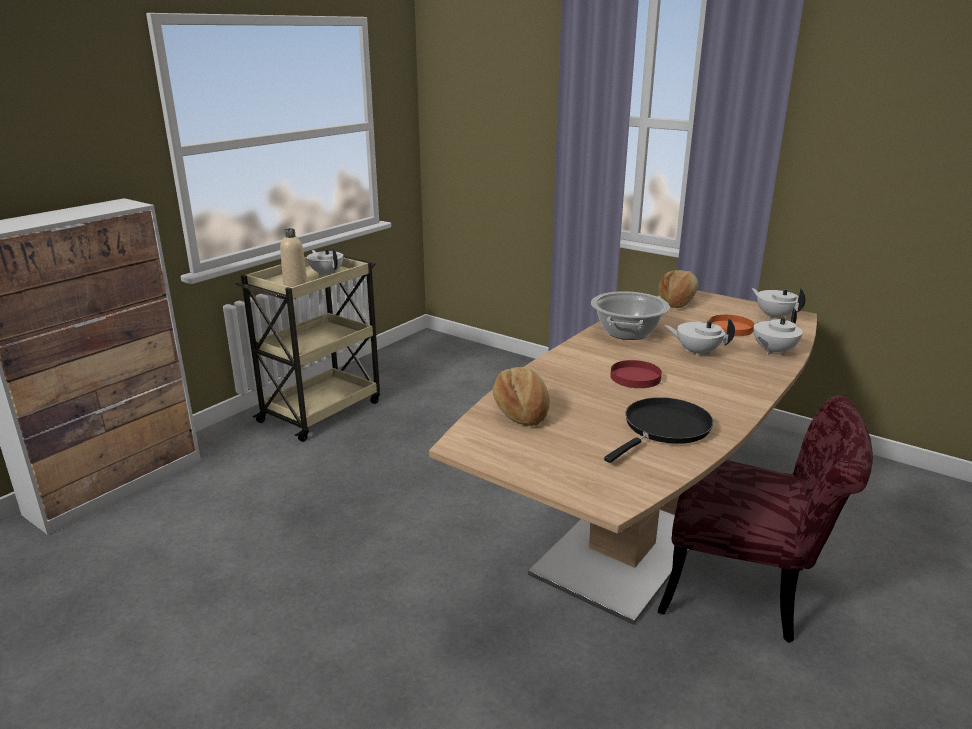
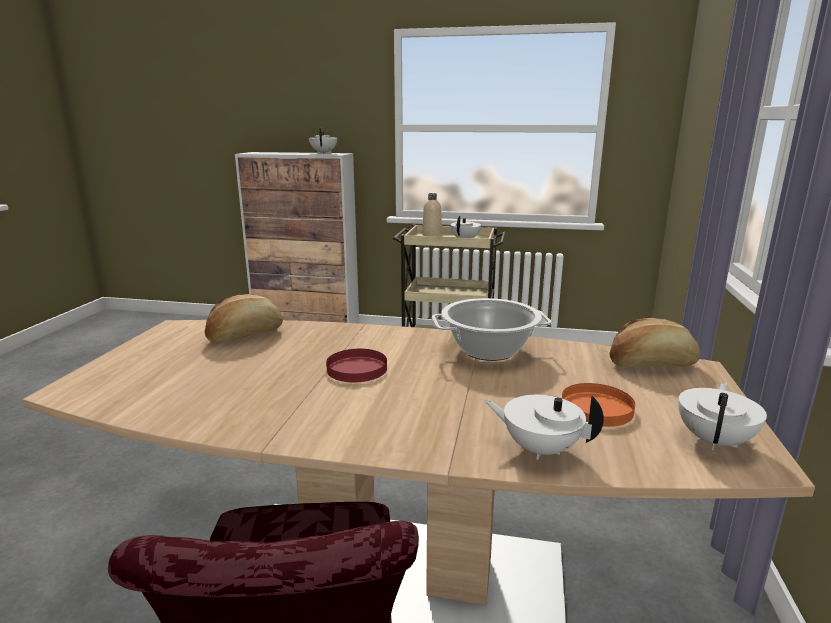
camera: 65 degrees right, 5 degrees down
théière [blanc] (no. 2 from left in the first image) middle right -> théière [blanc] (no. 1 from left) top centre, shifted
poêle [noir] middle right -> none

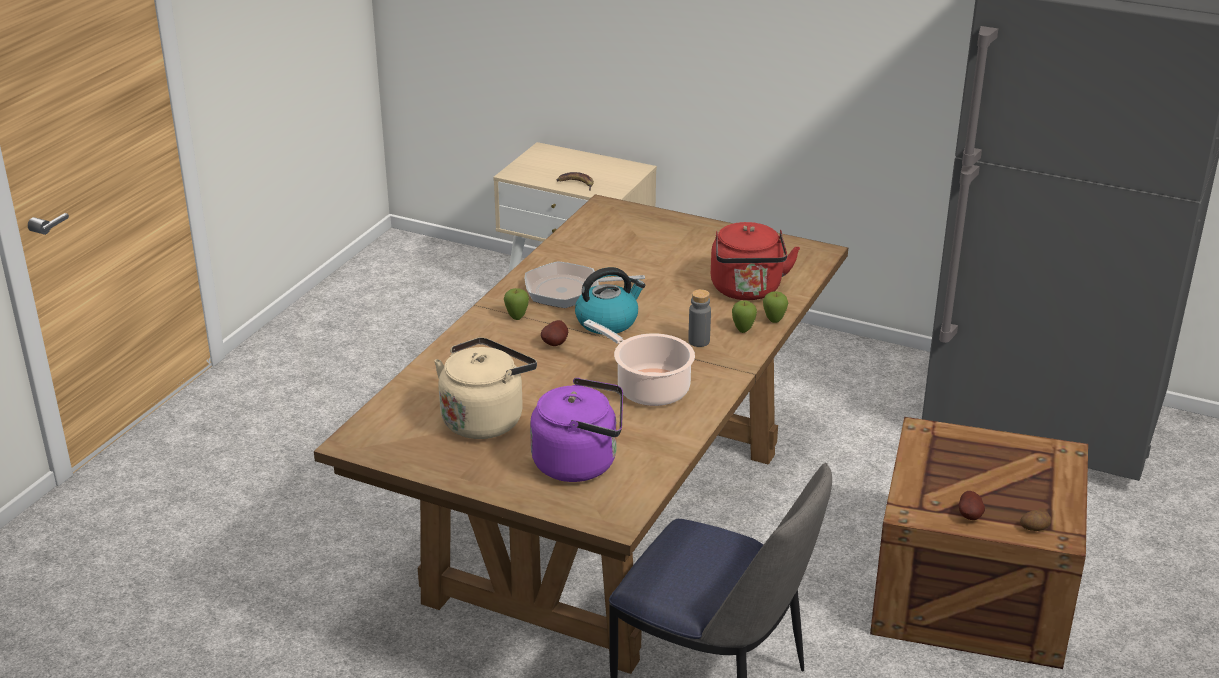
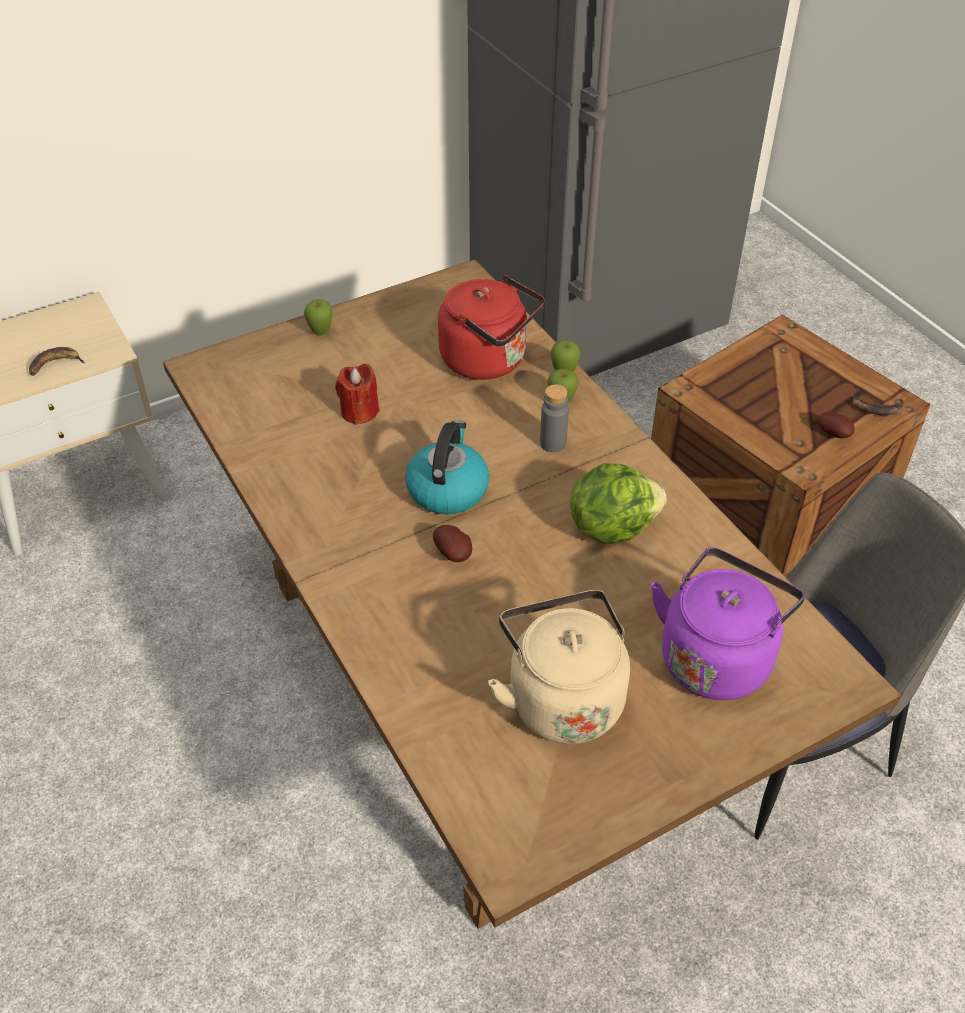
camera: 55 degrees left, 15 degrees up
poêle centre -> none
pomme (no. 1 from left) centre -> pomme (no. 1 from left) top left, shifted
marmite centre -> laitue centre
pomme de terre (no. 3 from left) bottom right -> banane (no. 2 from left) middle right
none -> bougie [rouge] centre

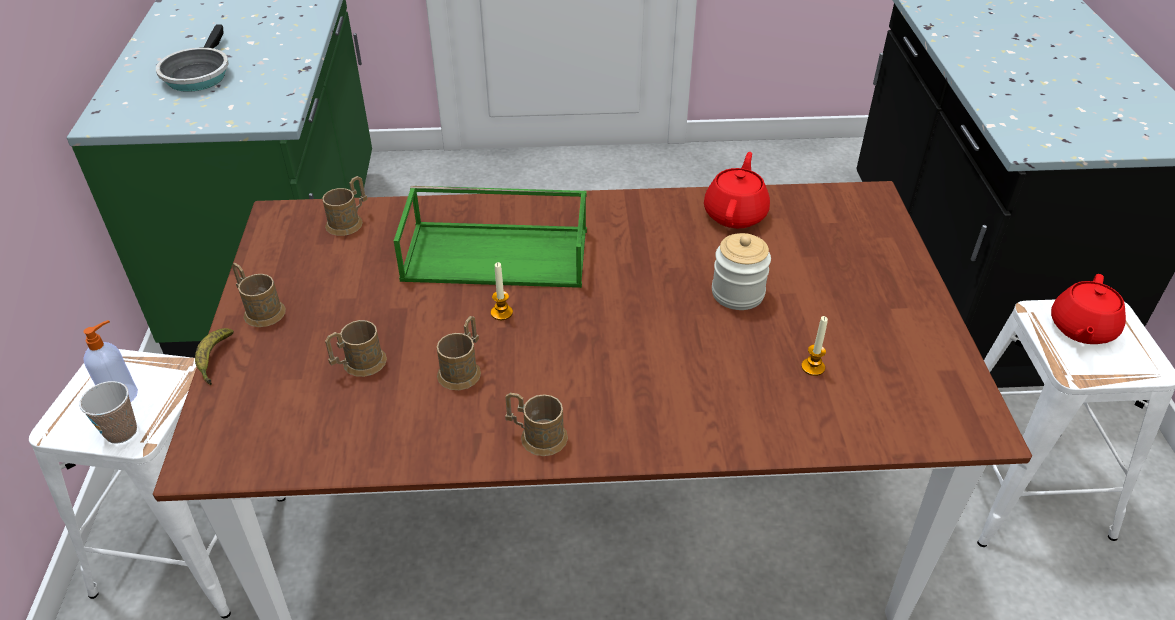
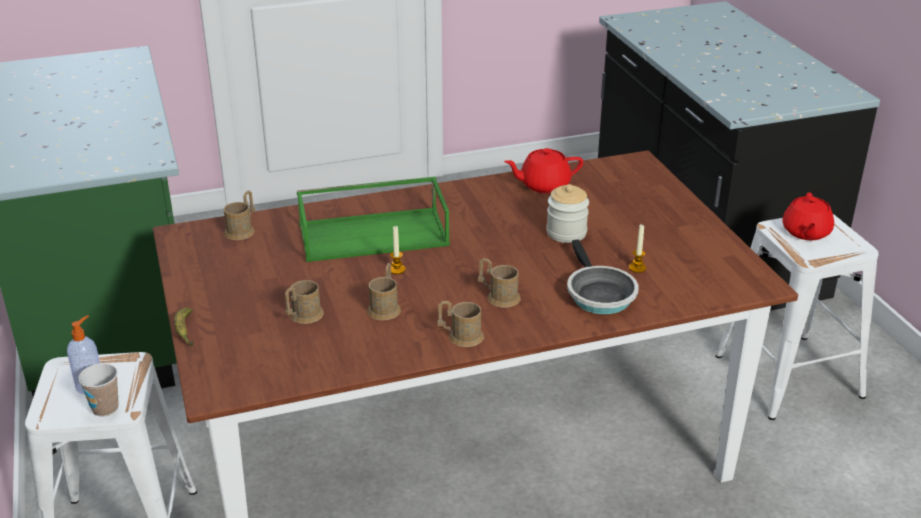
camera: 15 degrees left, 10 degrees down
poêle top left -> poêle centre, shifted
théière [rouge] (no. 1 from left) top centre, 105 degrees counterclockwise
mug [marron] (no. 1 from left in the first image) middle left -> mug [marron] (no. 5 from left) centre, shifted

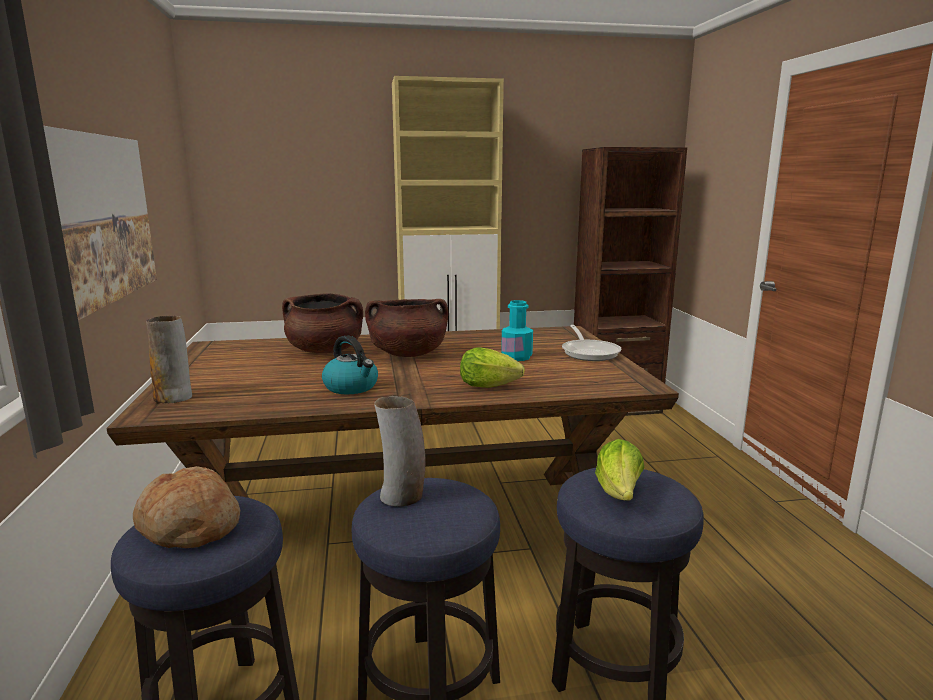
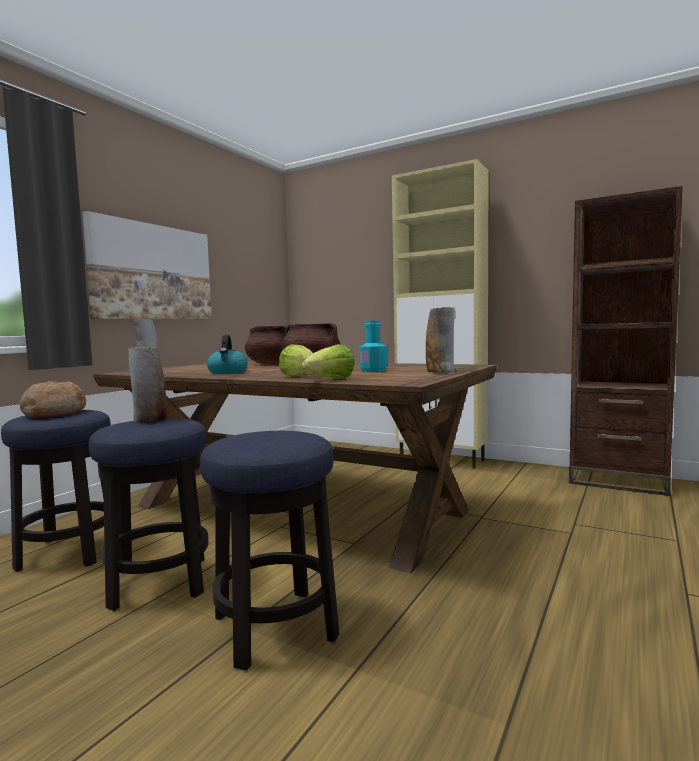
camera: 40 degrees right, 10 degrees down
poêle centre -> vase (no. 3 from left) centre
laitue (no. 2 from left) bottom centre -> laitue (no. 2 from left) centre, shifted

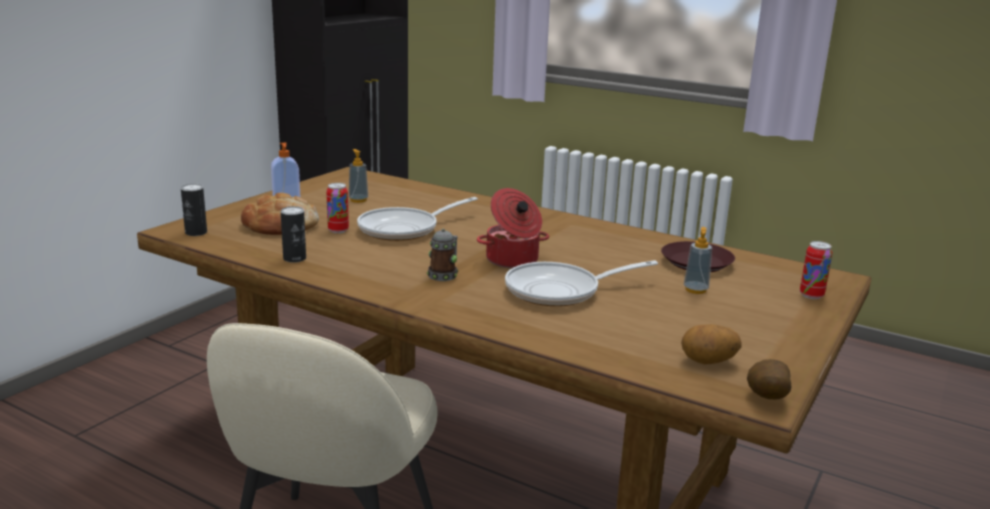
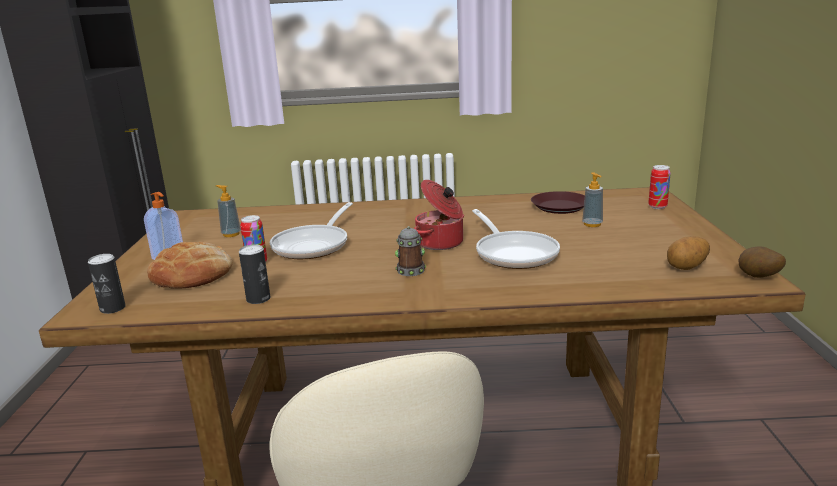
camera: 30 degrees left, 0 degrees up
poêle (no. 2 from left) centre, 60 degrees counterclockwise

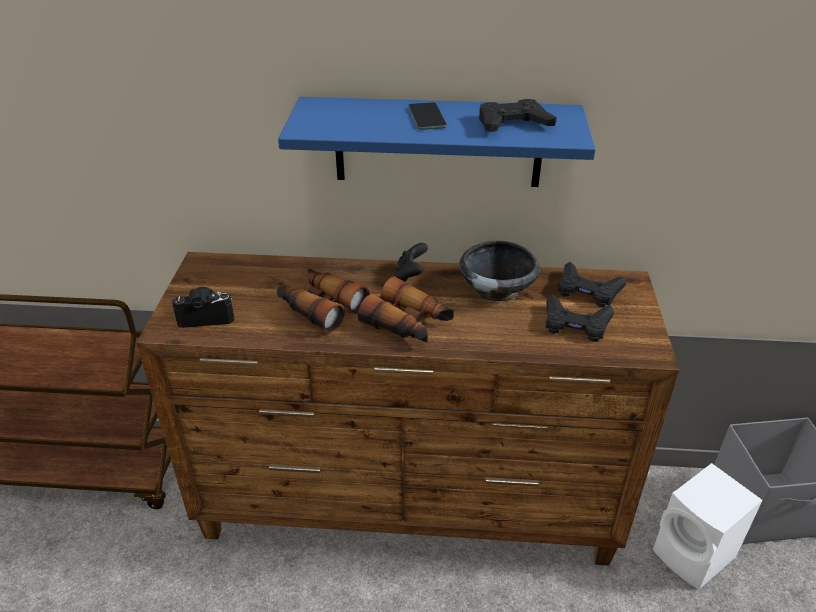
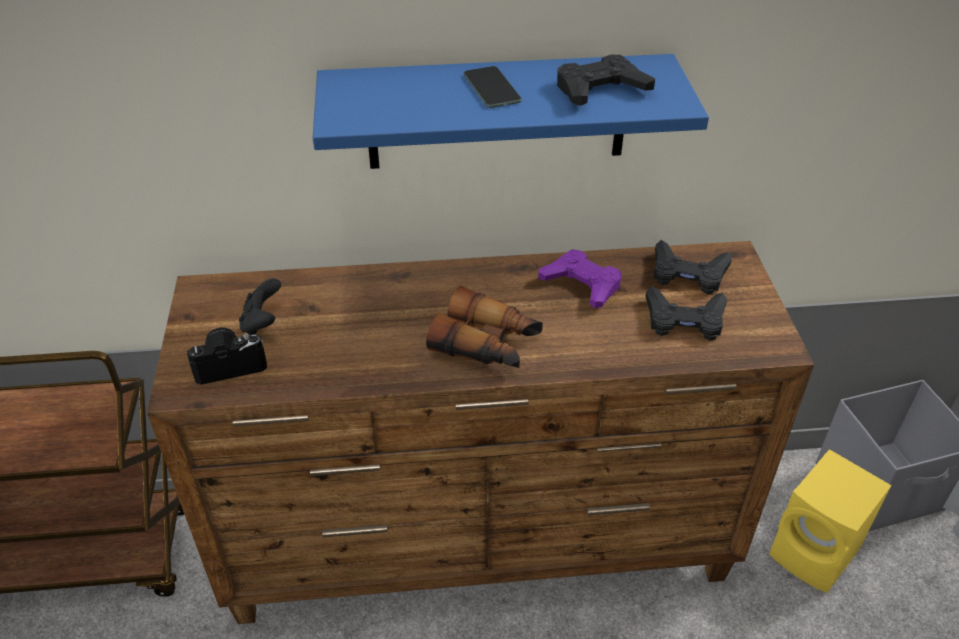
camera: 10 degrees left, 5 degrees up
bol [noir] centre -> manette [violet] centre
manette [noir] (no. 1 from left) centre -> manette [noir] (no. 1 from left) middle left, shifted
jumelles (no. 1 from left) centre -> none
enceinte [blanc] bottom right -> enceinte [jaune] bottom right

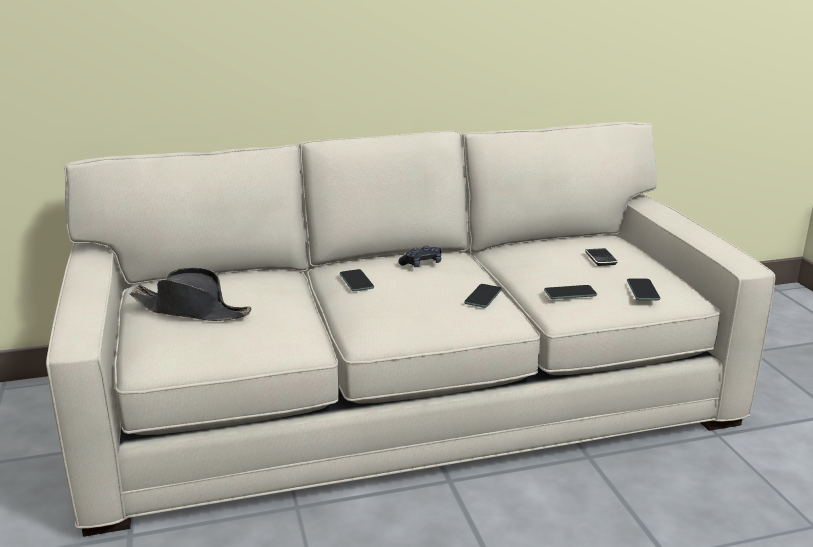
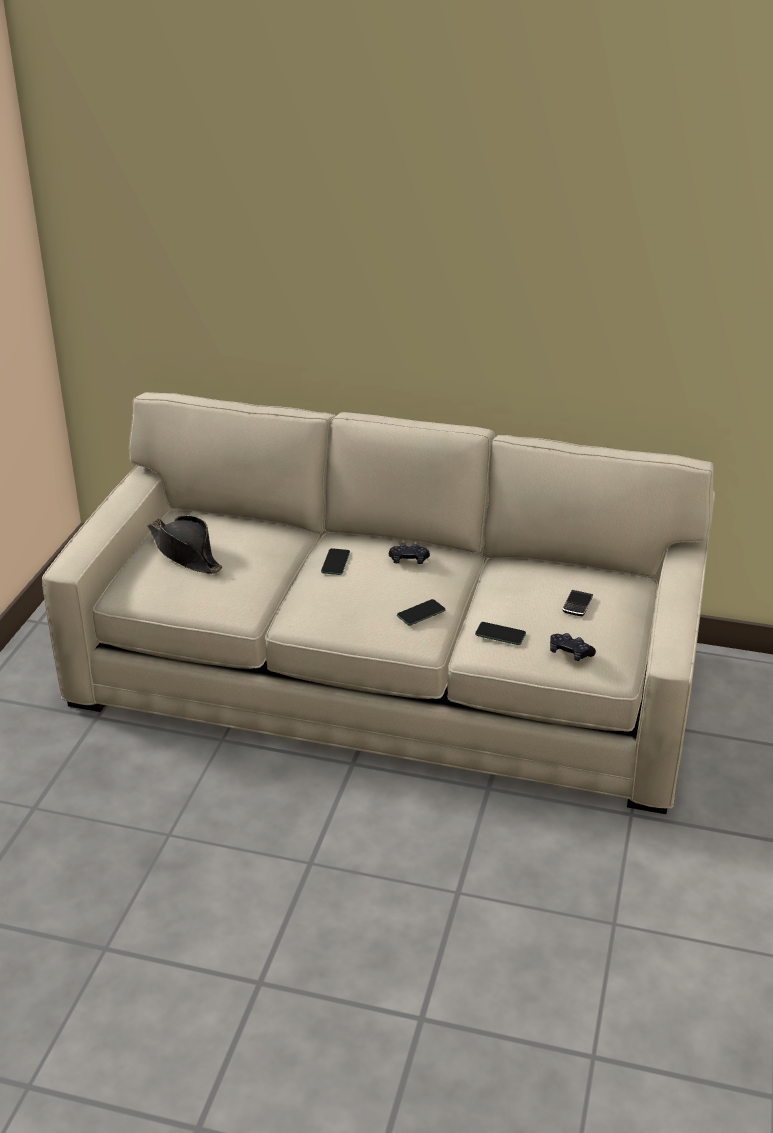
camera: 30 degrees right, 10 degrees up
téléphone (no. 5 from left) middle right -> manette [noir] (no. 2 from left) middle right

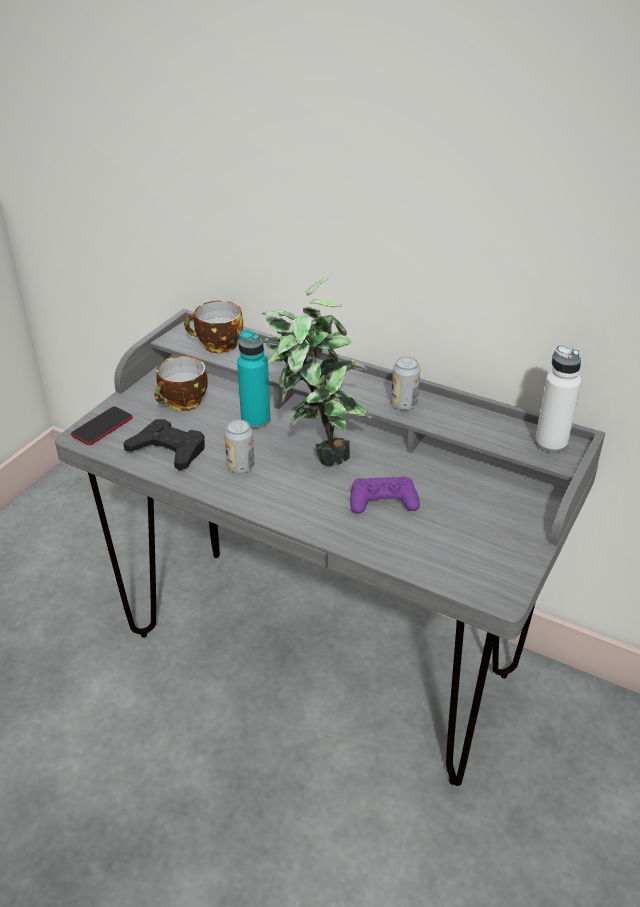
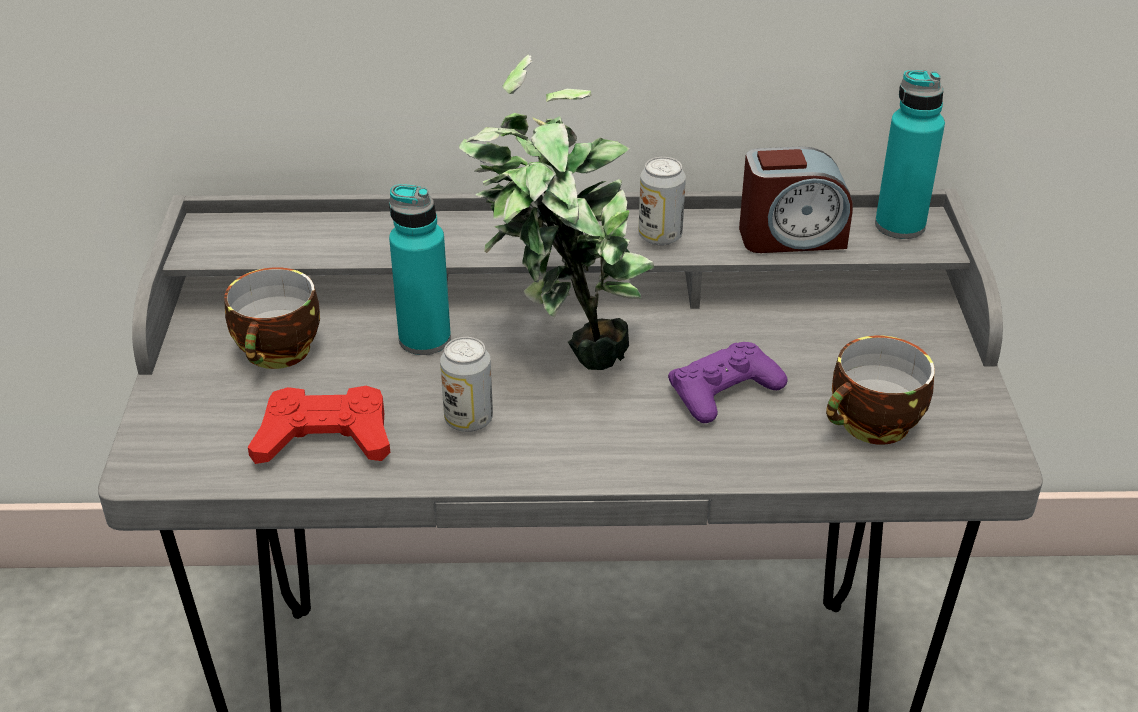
camera: 30 degrees left, 0 degrees up
tasse (no. 2 from left) middle left -> tasse (no. 2 from left) middle right, shifted
bouteille [blanc] middle right -> bouteille [turquoise] (no. 2 from left) top right
téléphone middle left -> none
manette [noir] middle left -> manette [rouge] middle left
none -> réveil top right

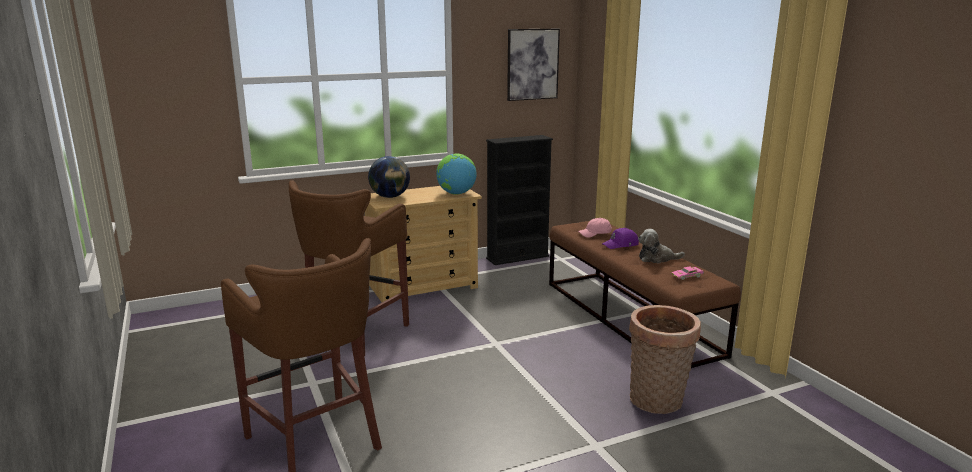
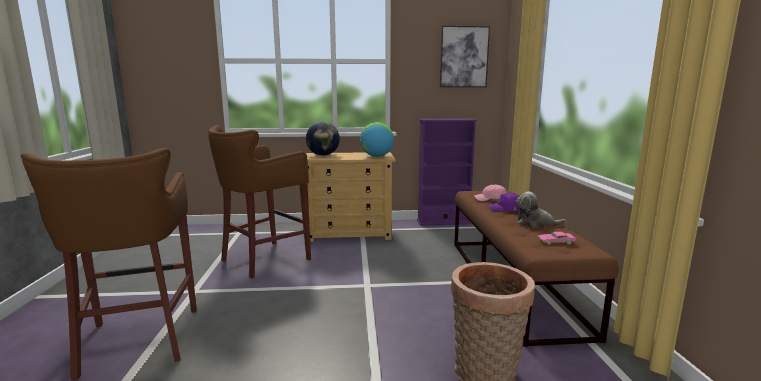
camera: 20 degrees right, 5 degrees down
bibliothèque [noir] centre -> bibliothèque [violet] centre

